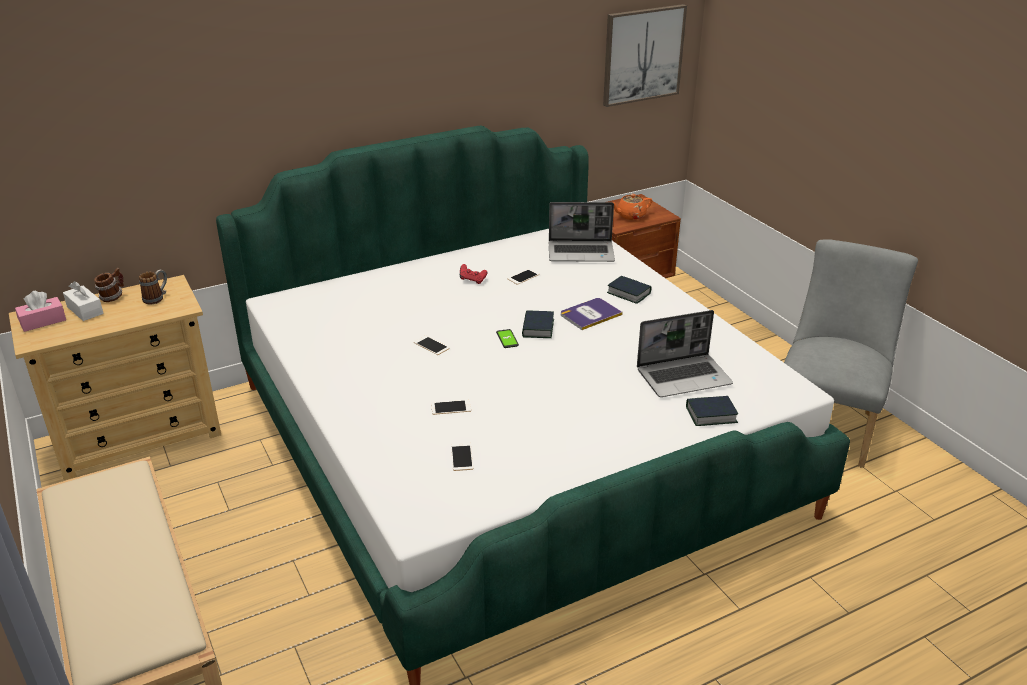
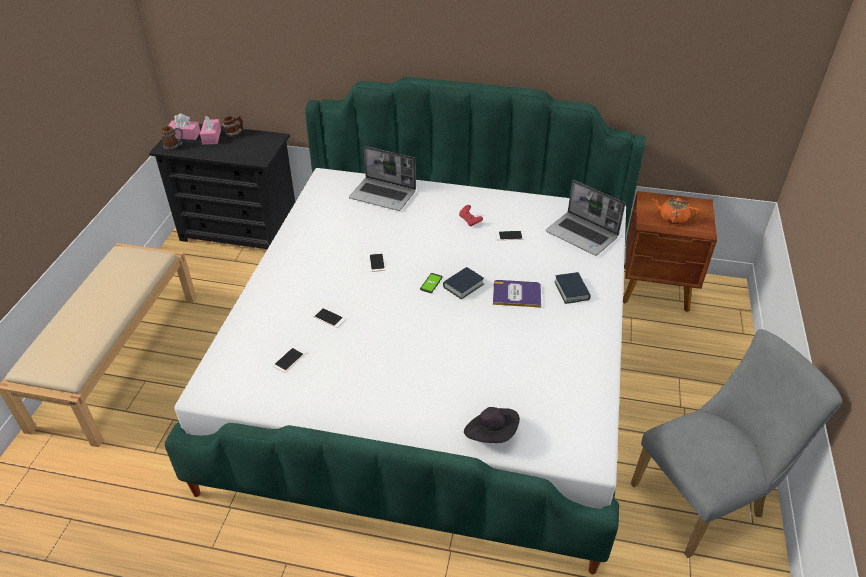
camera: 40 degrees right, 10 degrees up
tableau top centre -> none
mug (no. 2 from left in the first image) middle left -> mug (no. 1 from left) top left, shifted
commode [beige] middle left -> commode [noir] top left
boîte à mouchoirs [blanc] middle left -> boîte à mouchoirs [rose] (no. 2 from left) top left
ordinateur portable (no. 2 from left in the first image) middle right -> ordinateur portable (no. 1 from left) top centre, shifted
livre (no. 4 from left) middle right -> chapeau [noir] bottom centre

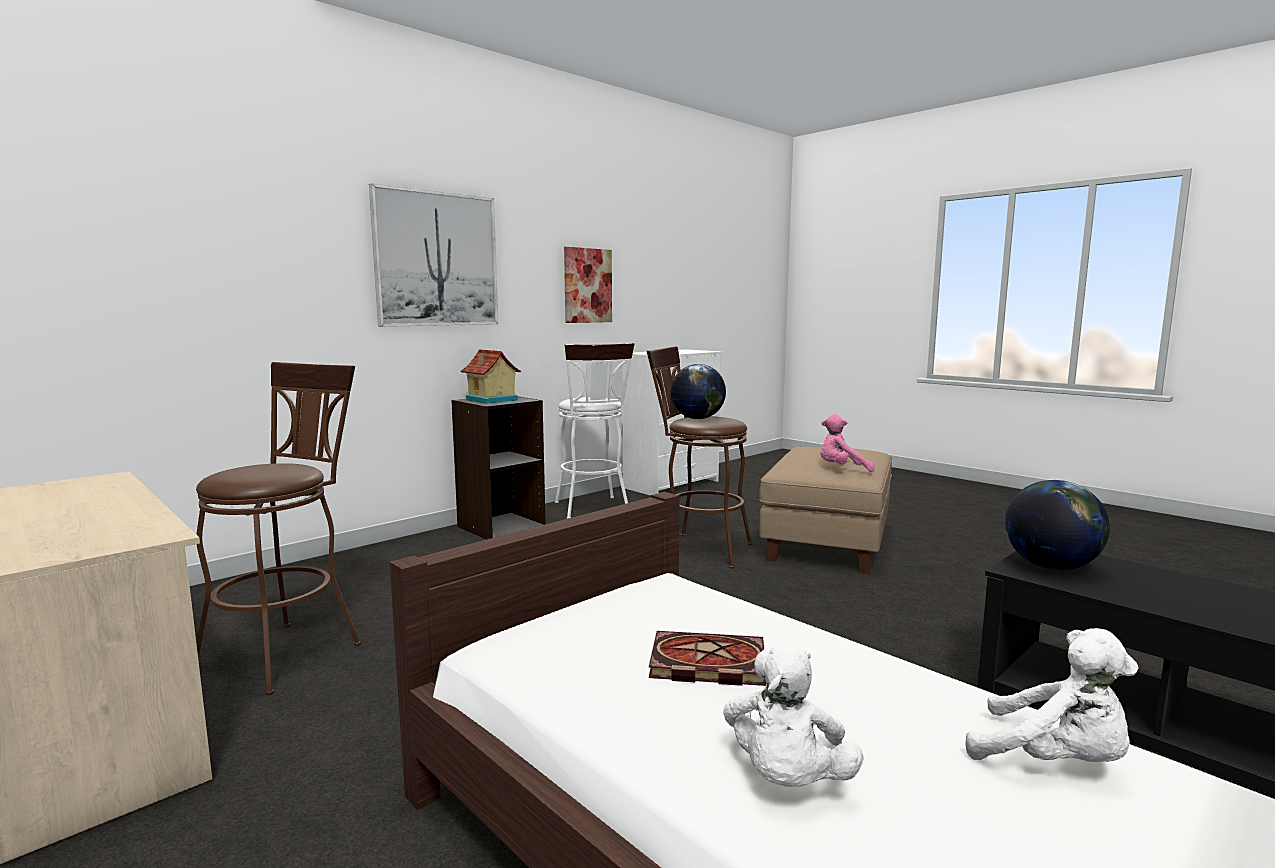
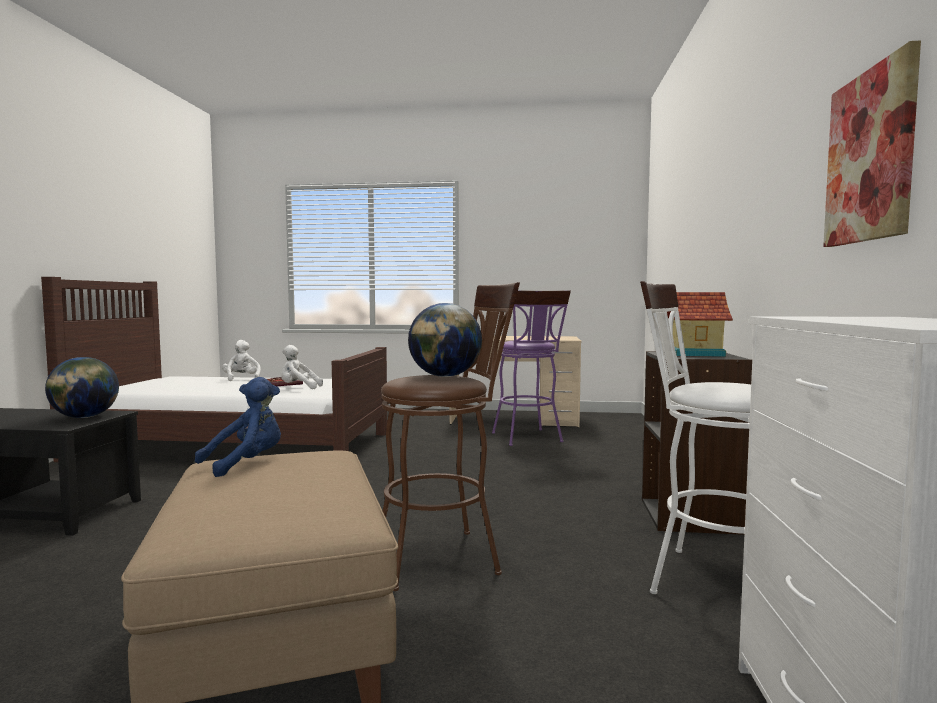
camera: 140 degrees right, 5 degrees down
tableau (no. 1 from left) top centre -> none
tabouret [marron] (no. 1 from left) middle left -> tabouret [violet] centre
peluche [rose] centre -> peluche [bleu] middle left
peluche [blanc] (no. 2 from left) bottom right -> peluche [blanc] (no. 2 from left) middle left, shifted

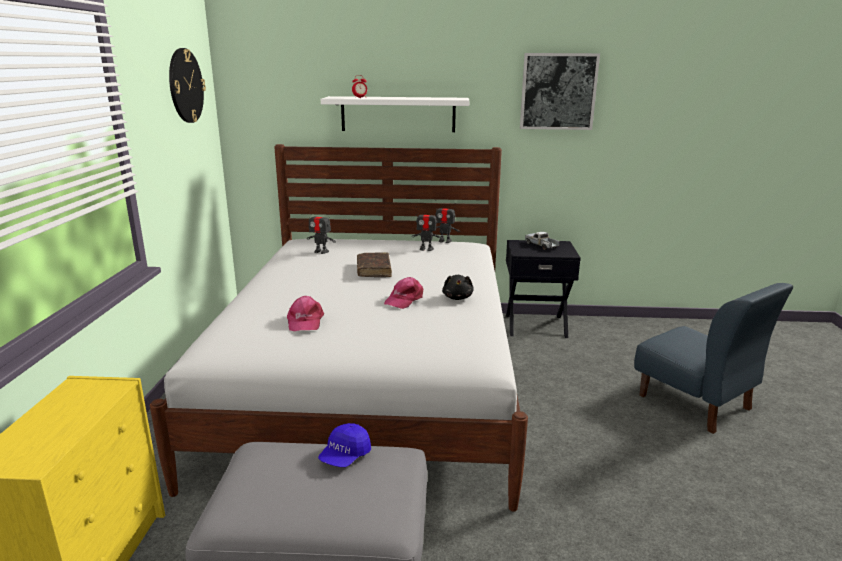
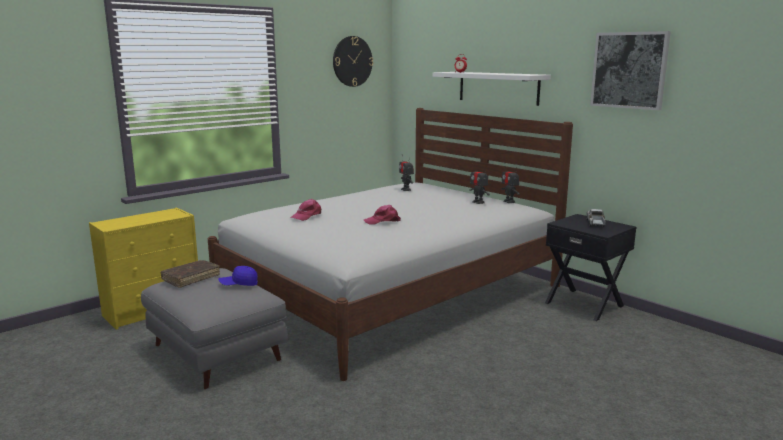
camera: 45 degrees right, 5 degrees down
livre [marron] centre -> livre [marron] middle left, shifted
peluche [noir] centre -> none
chaise [bleu] middle right -> none

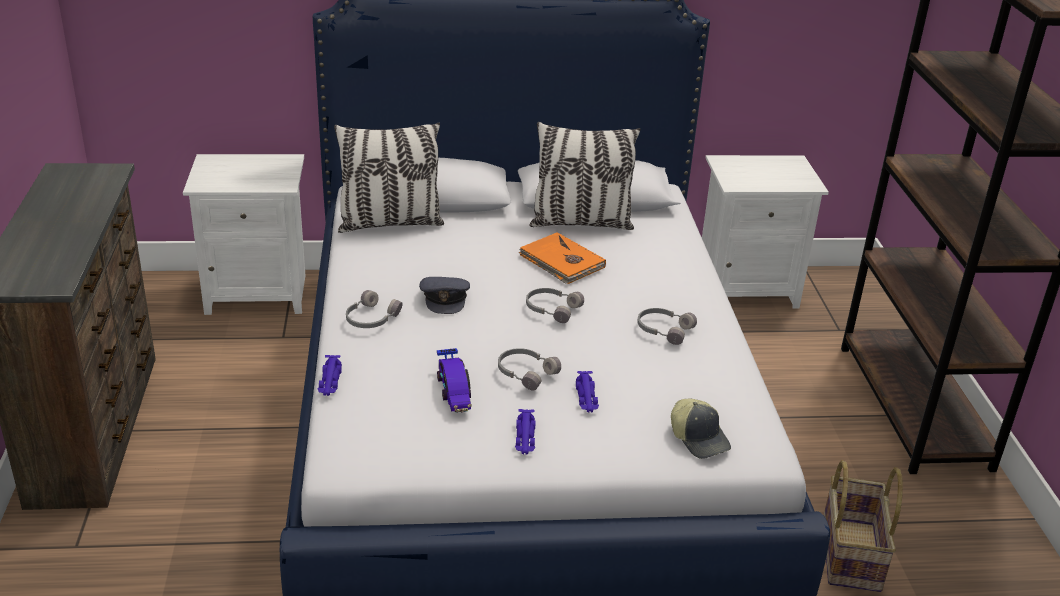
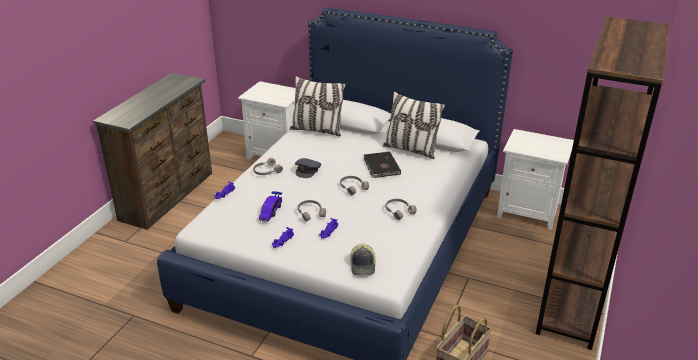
camera: 30 degrees right, 0 degrees up
livre [orange] centre -> livre [noir] centre

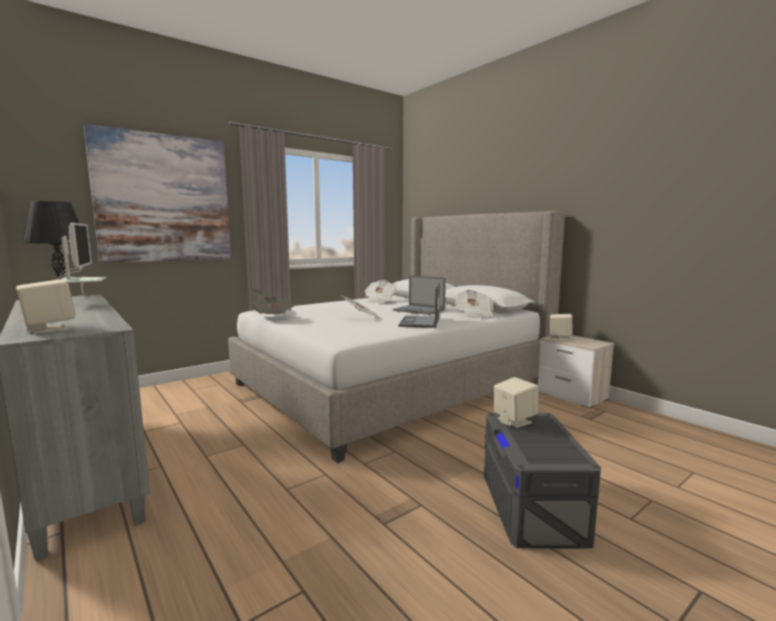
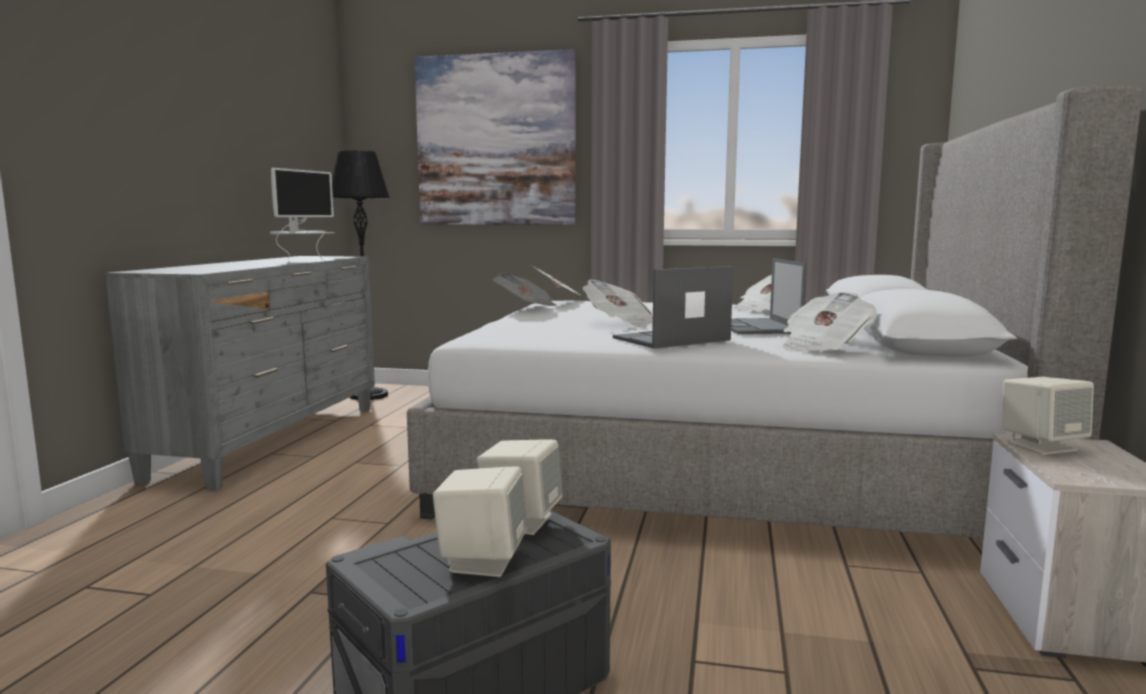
camera: 50 degrees right, 0 degrees up
enceinte [beige] (no. 1 from left) middle left -> enceinte [beige] (no. 1 from left) bottom centre, shifted

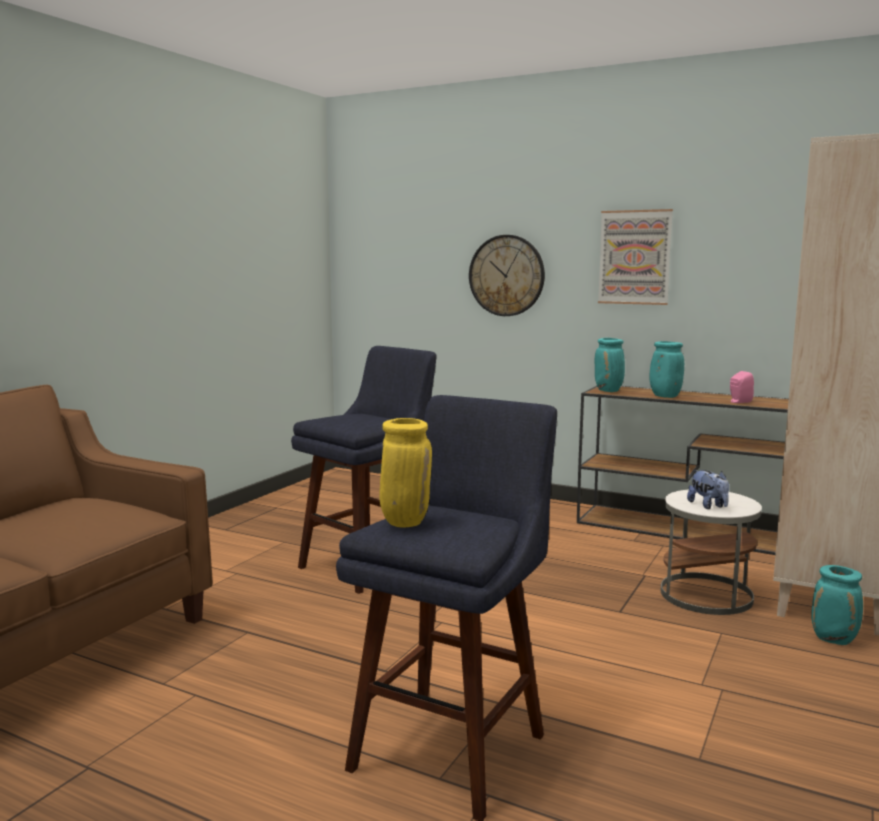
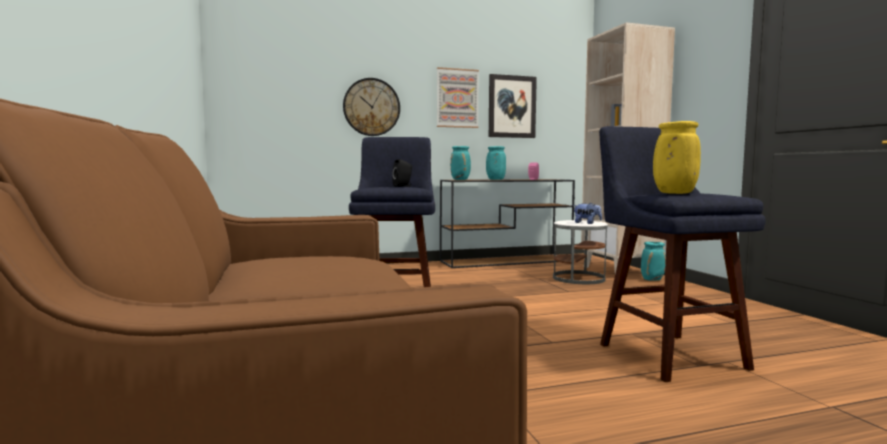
camera: 45 degrees left, 5 degrees down
none -> tableau (no. 2 from left) top centre
none -> enceinte [noir] centre

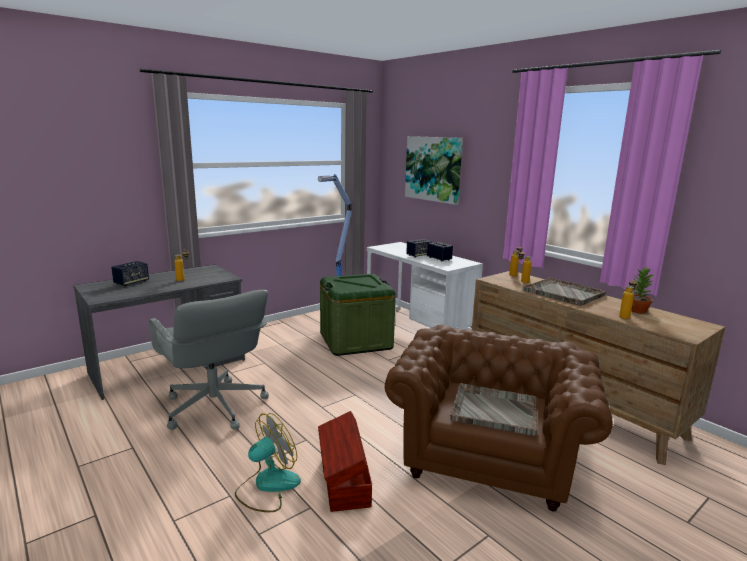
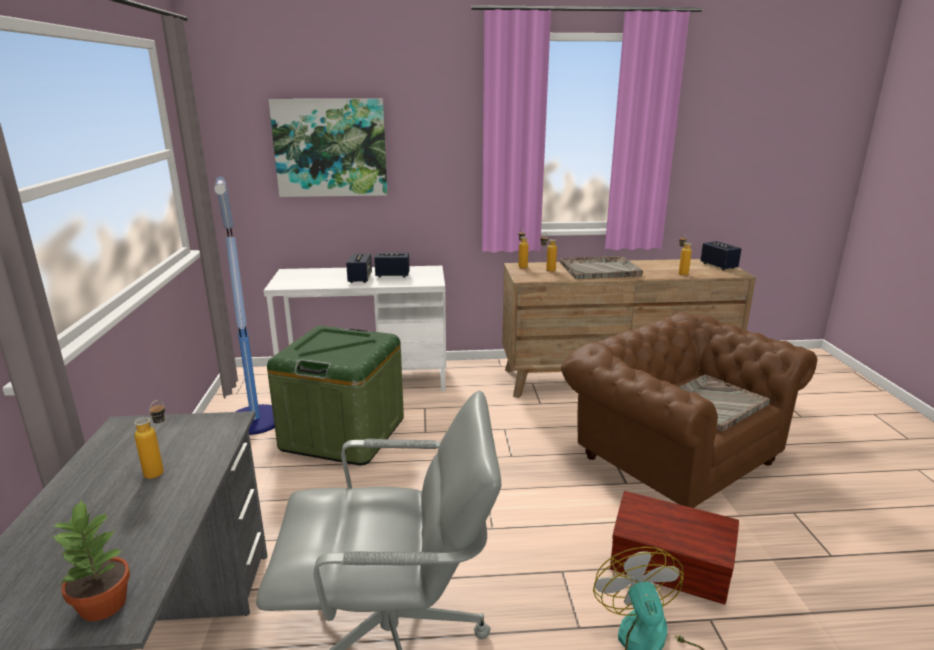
camera: 55 degrees left, 5 degrees up
enceinte (no. 1 from left in the first image) middle left -> enceinte (no. 3 from left) middle right, shifted
plante en pot middle right -> plante en pot bottom left, shifted

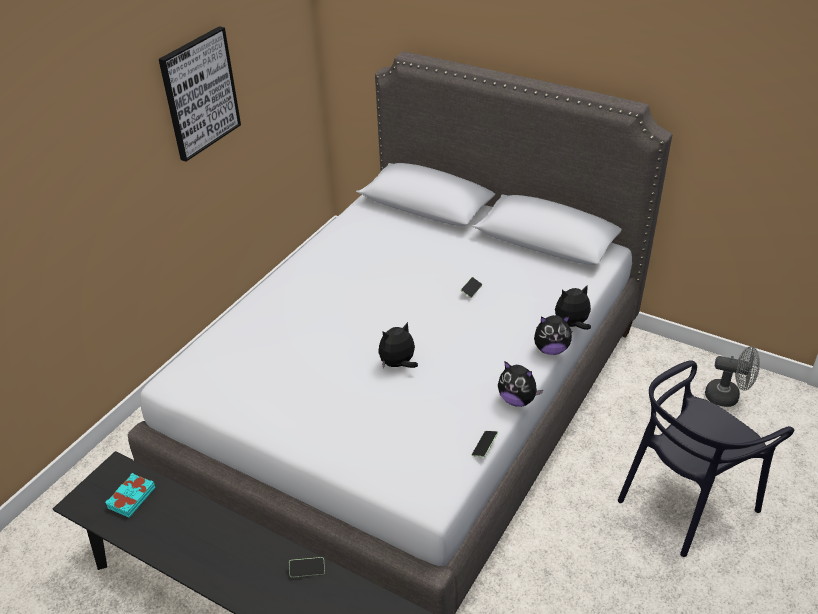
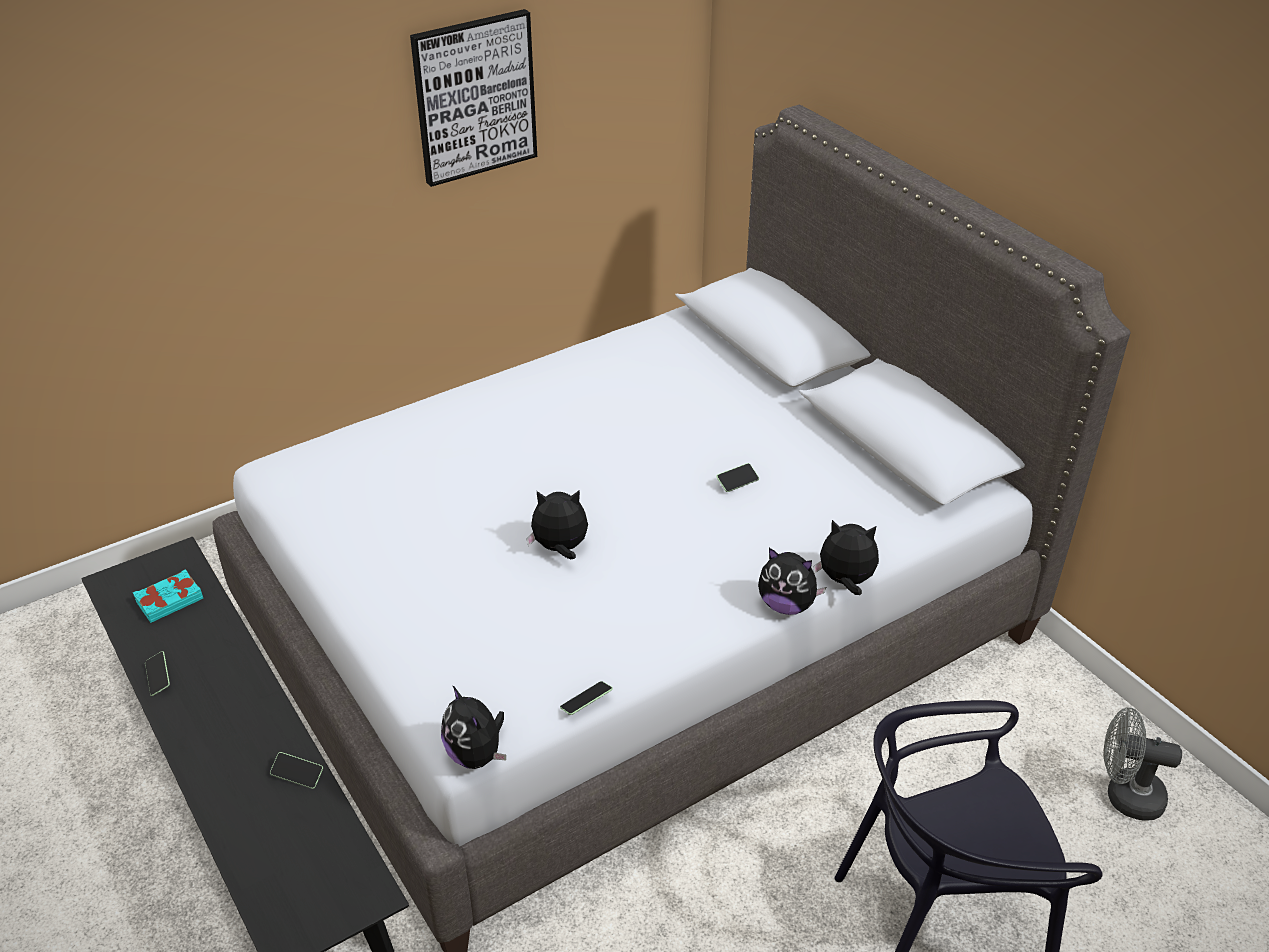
camera: 25 degrees right, 0 degrees up
ventilateur [gris] middle right -> ventilateur [gris] bottom right, 150 degrees clockwise
peluche (no. 2 from left in the first image) centre -> peluche (no. 1 from left) bottom centre, shifted
none -> téléphone (no. 1 from left) bottom left

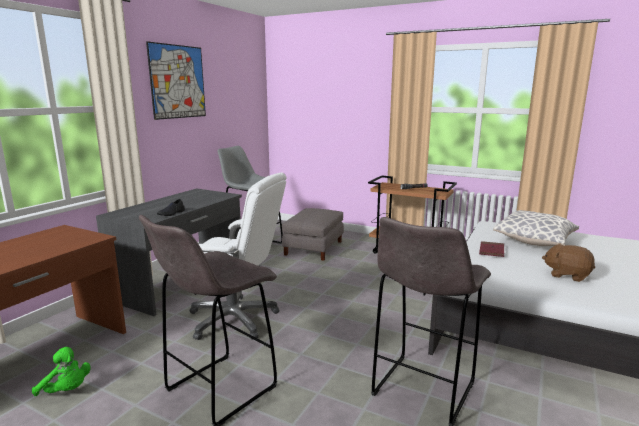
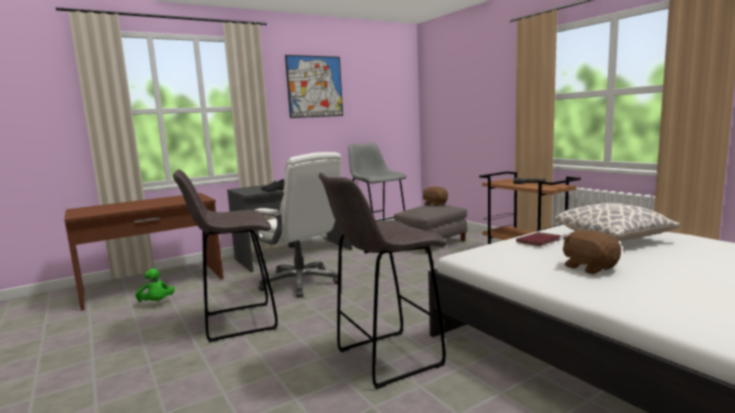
camera: 30 degrees right, 5 degrees down
none -> peluche [marron] (no. 1 from left) centre

